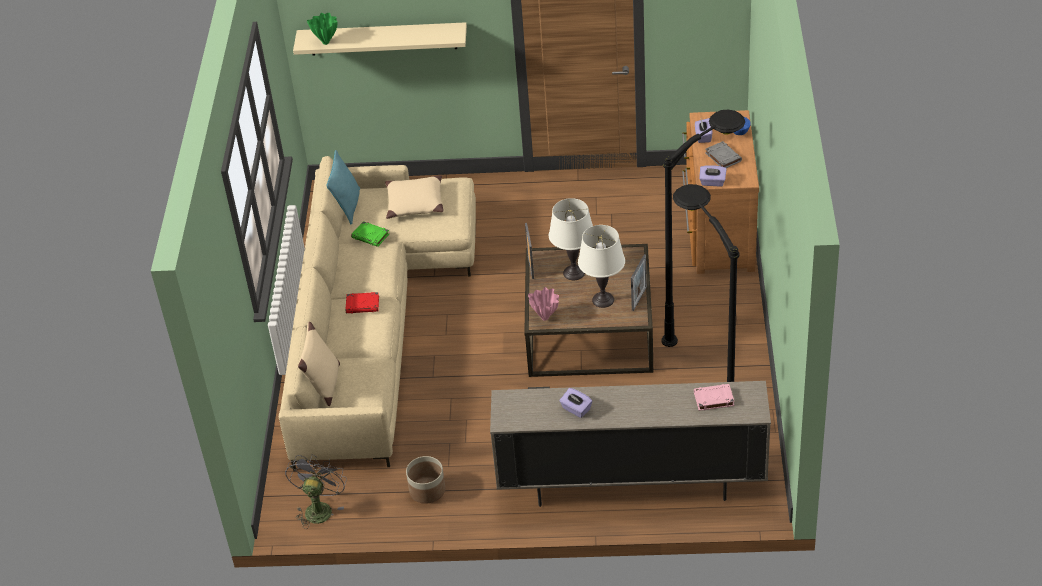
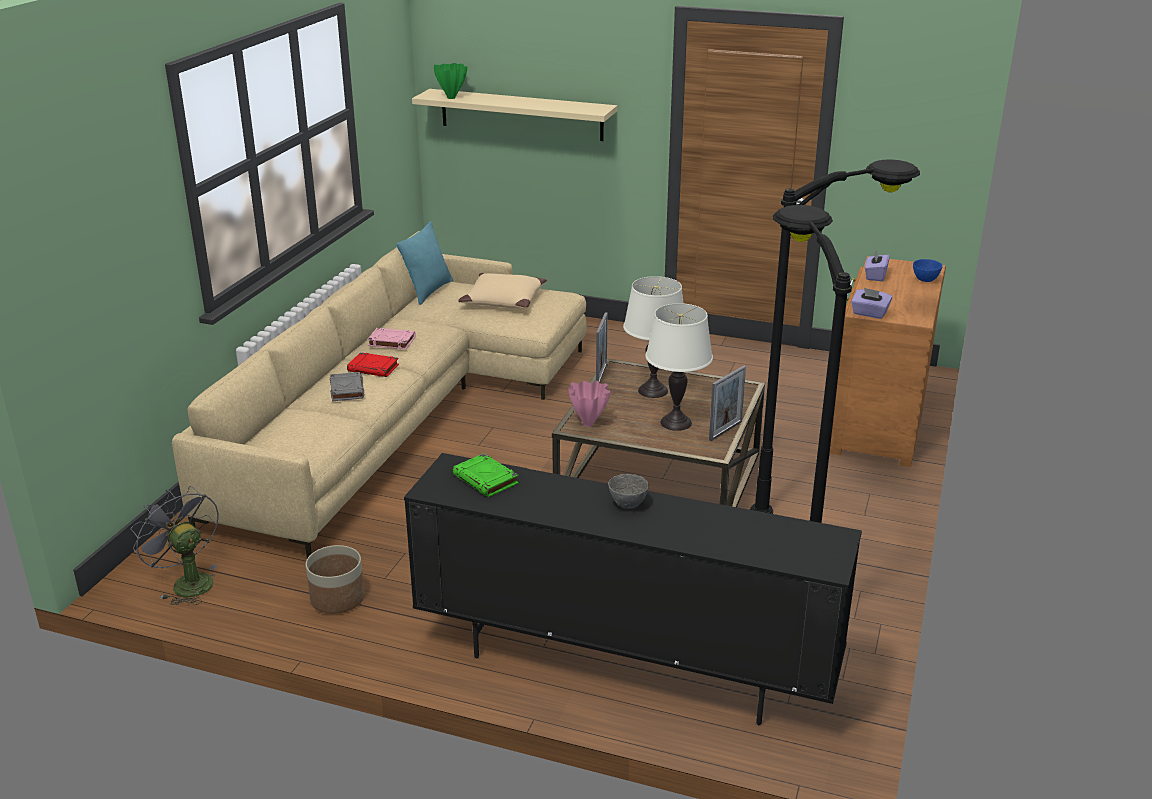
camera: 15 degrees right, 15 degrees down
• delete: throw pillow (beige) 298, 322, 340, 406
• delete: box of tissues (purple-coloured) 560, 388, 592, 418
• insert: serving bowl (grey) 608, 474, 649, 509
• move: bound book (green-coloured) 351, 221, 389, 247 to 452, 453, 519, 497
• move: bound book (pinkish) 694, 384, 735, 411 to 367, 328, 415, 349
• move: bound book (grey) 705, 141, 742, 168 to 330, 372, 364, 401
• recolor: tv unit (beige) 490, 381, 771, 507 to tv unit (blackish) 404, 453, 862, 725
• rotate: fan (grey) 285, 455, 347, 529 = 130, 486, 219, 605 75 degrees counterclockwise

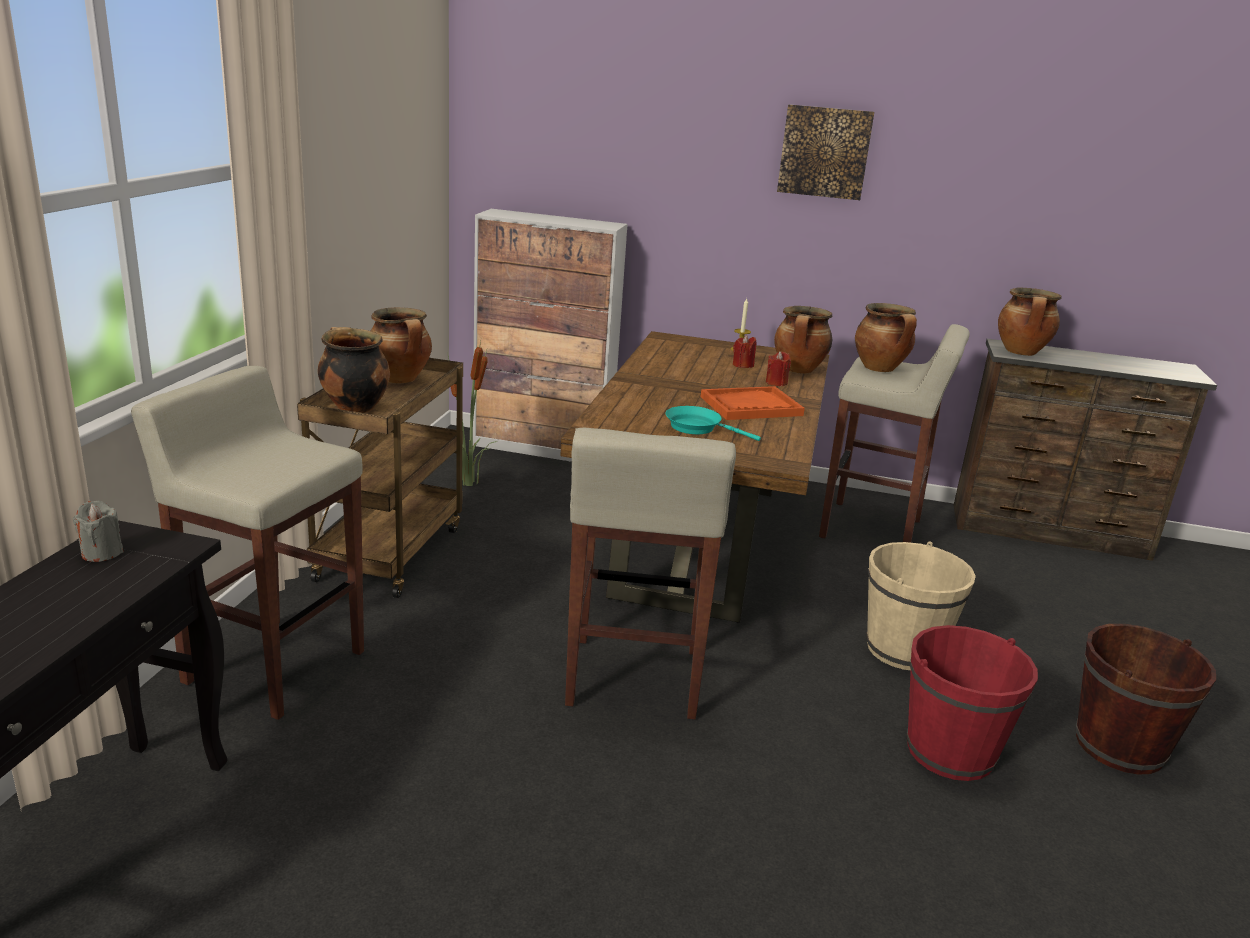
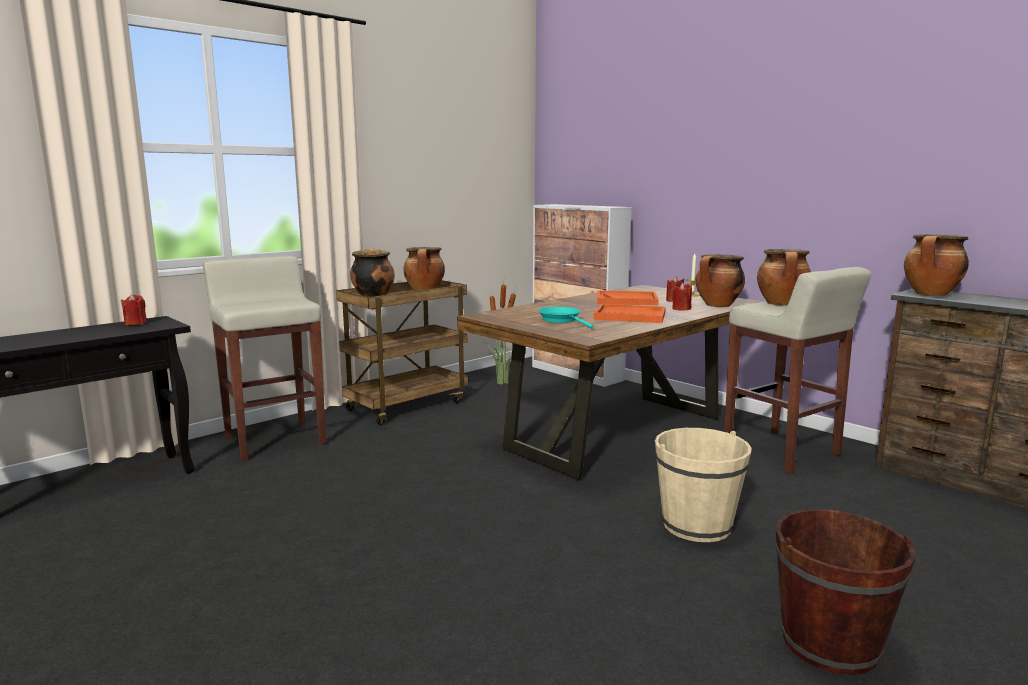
camera: 35 degrees right, 10 degrees down
• delete: stool seat (beige) 565, 428, 736, 719
• delete: picture 777, 104, 874, 200
• delete: water bucket (red-coloured) 907, 625, 1038, 781
• insert: carrying tray (orange) 597, 291, 658, 305
• recolor: wax light (grey) 73, 501, 123, 562 to wax light (red-coloured) 121, 294, 147, 325

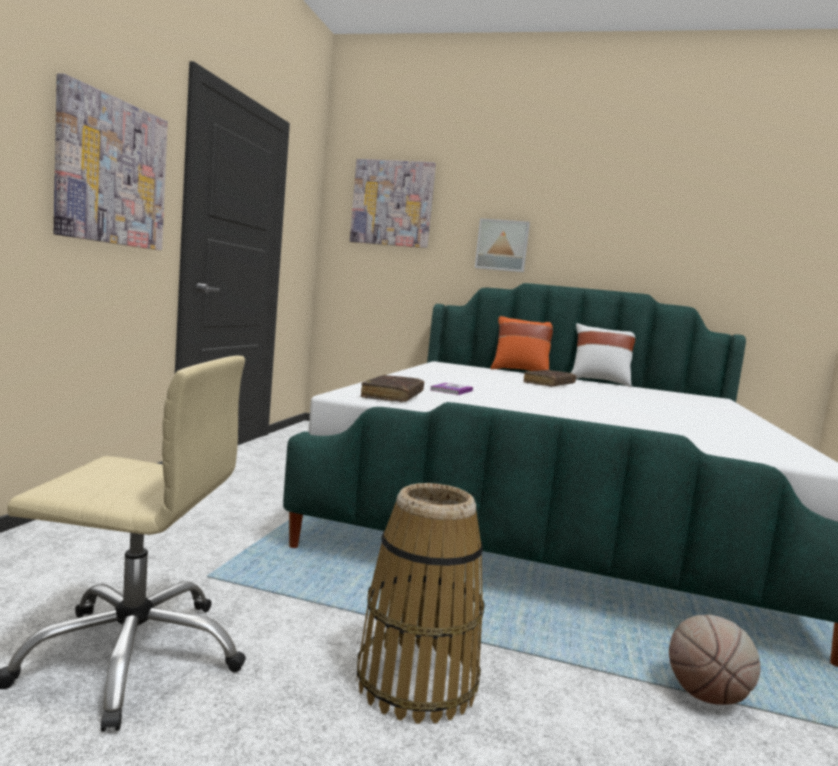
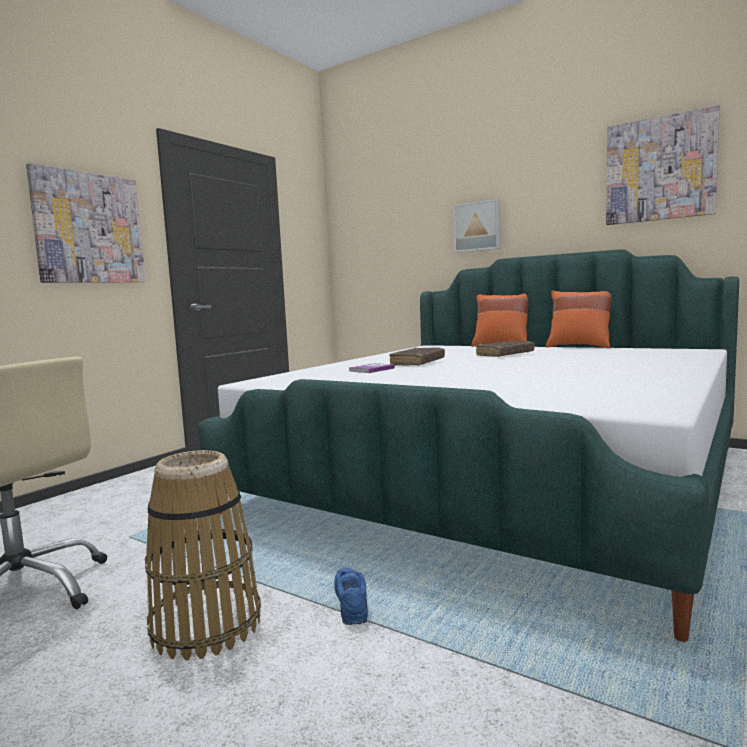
camera: 20 degrees right, 0 degrees up
• delete: basketball ball 669, 615, 760, 705
• insert: item of footwear (blue) 334, 568, 368, 625
• move: picture 350, 159, 436, 248 to 606, 105, 720, 225
• move: bound book (brownish) 361, 375, 424, 402 to 389, 347, 445, 366
• recolor: throw pillow (white) 571, 323, 635, 387 to throw pillow (orange) 546, 290, 612, 348

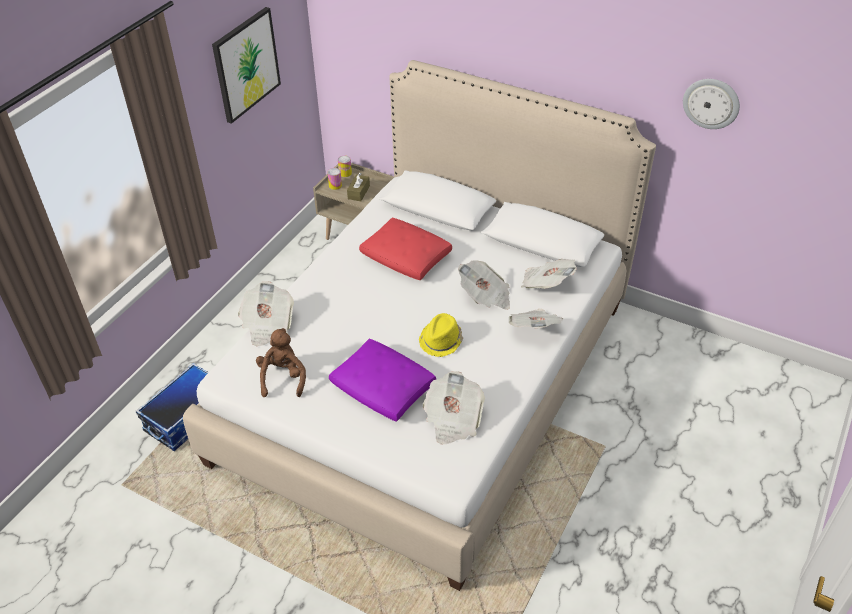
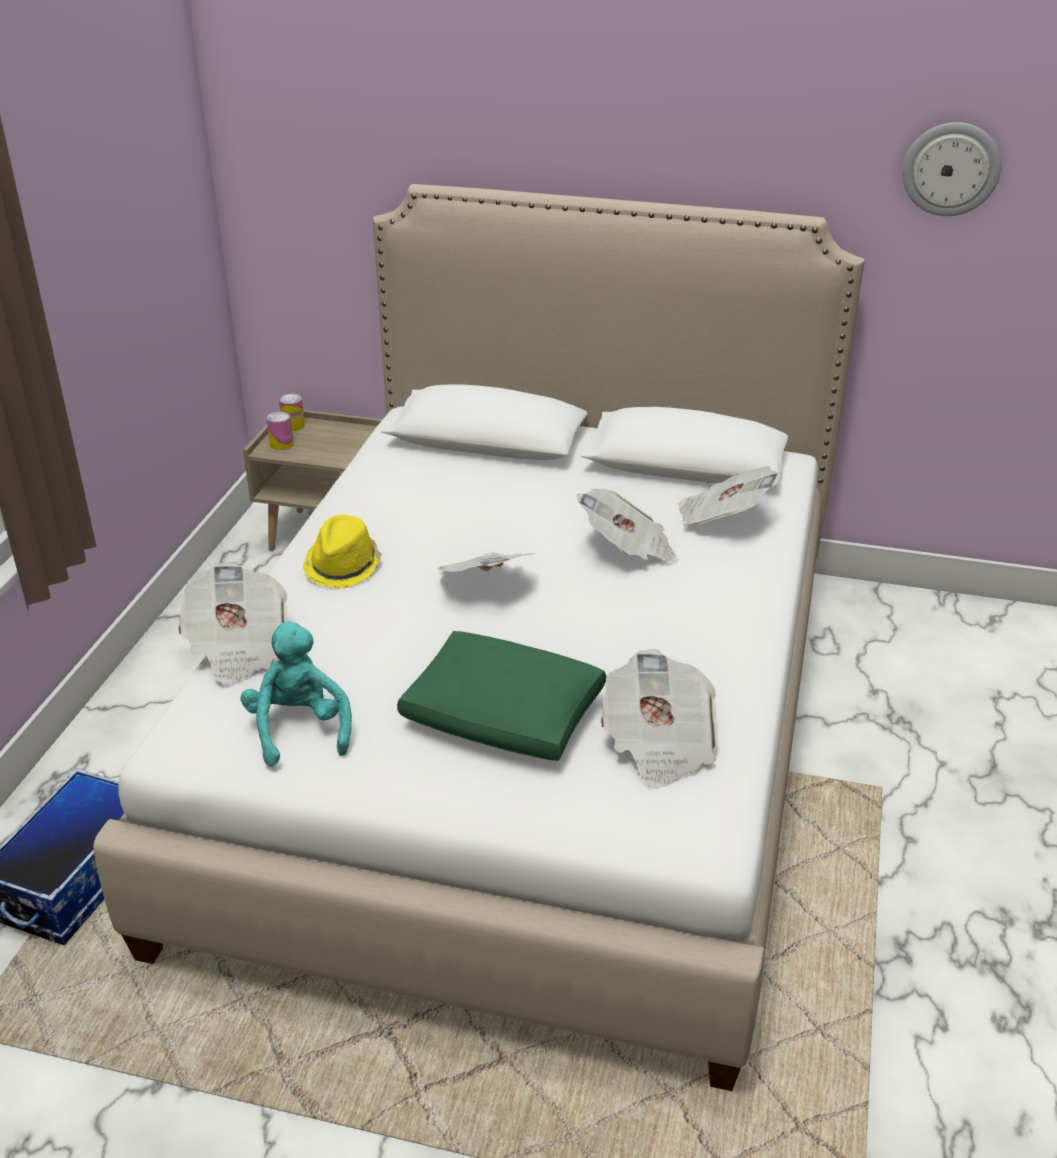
camera: 15 degrees left, 10 degrees down
• delete: picture 212, 7, 281, 124
• delete: box of tissues (brownish) 347, 173, 370, 201
• delete: throw pillow (red-coloured) 359, 218, 452, 280
• move: clothing hat (yellowish) 419, 313, 463, 357 to 303, 514, 382, 589
• move: daily paper 508, 309, 563, 329 to 438, 552, 535, 572
• recolor: plush toy (brownish) 256, 328, 306, 397 to plush toy (turquoise-coloured) 240, 622, 352, 767
• recolor: throw pillow (purple-coloured) 329, 339, 436, 422 to throw pillow (green-coloured) 397, 631, 606, 761

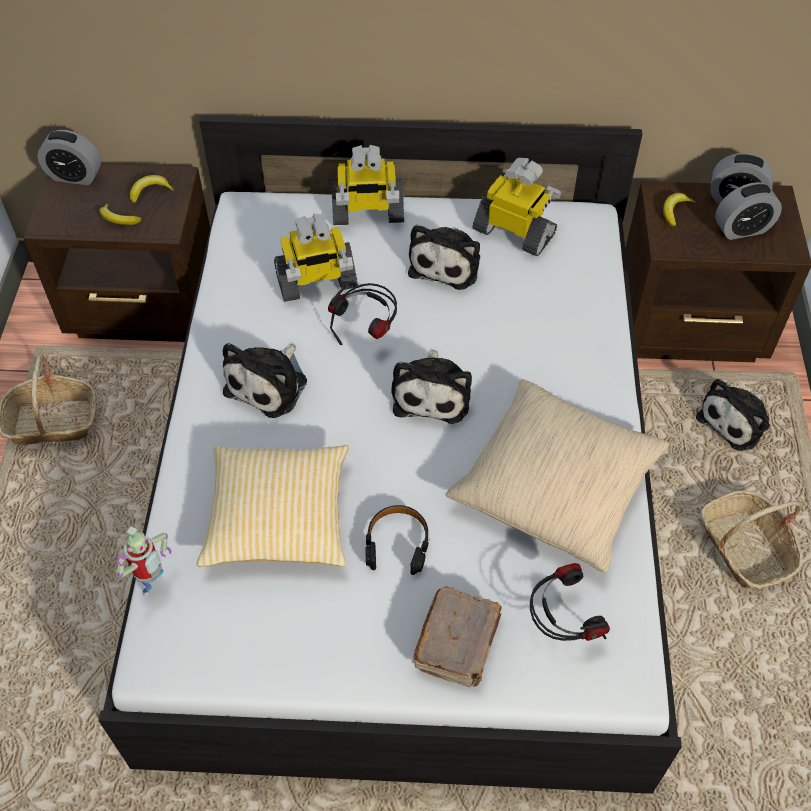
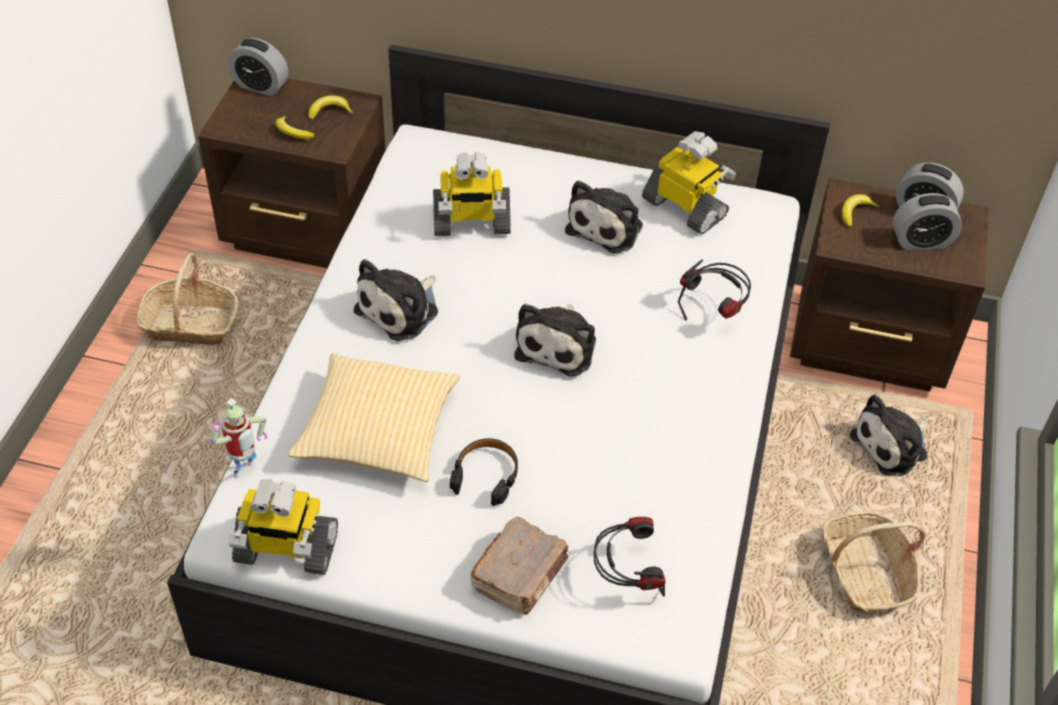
camera: 10 degrees right, 5 degrees down
• delete: throw pillow (beige) 446, 379, 670, 573
• move: headset 328, 283, 397, 345 to 678, 260, 751, 320
• move: robot figure 331, 145, 404, 225 to 228, 479, 338, 575

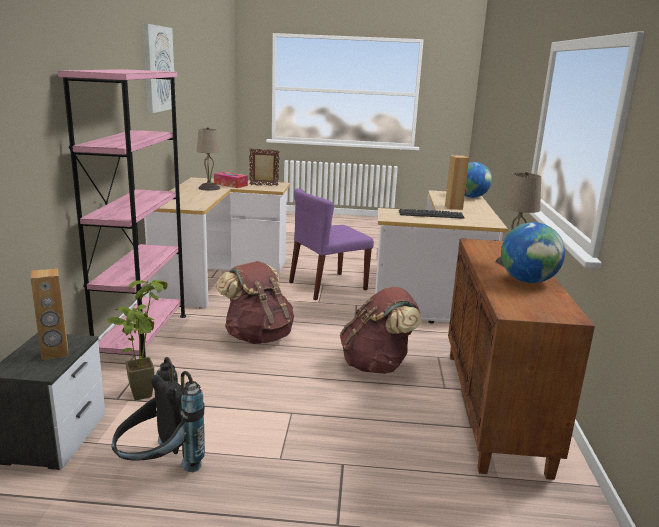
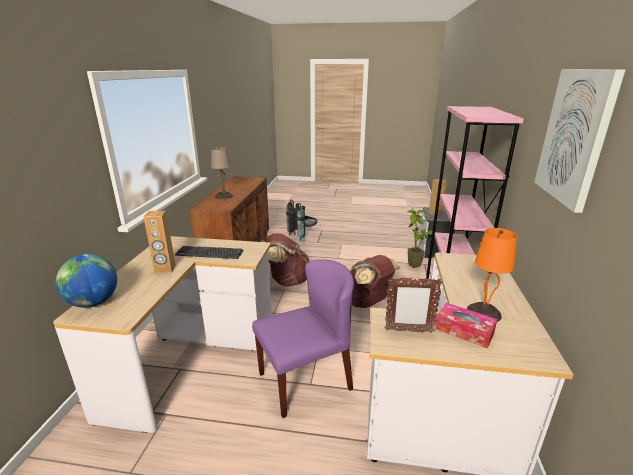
camera: 175 degrees left, 5 degrees up
• delete: desk globe 501, 222, 565, 283
• move: knapsack (blackish) 112, 357, 205, 472 to 286, 199, 318, 241
• recolor: table lamp (beige) 197, 127, 220, 191 to table lamp (orange) 467, 228, 517, 322

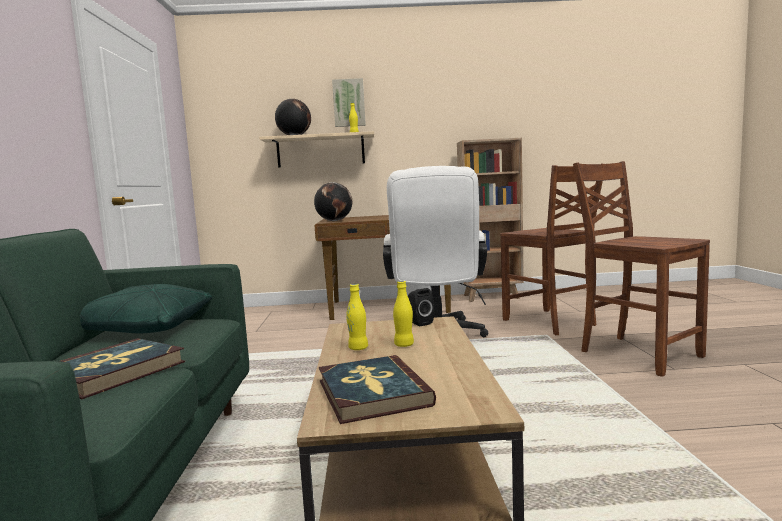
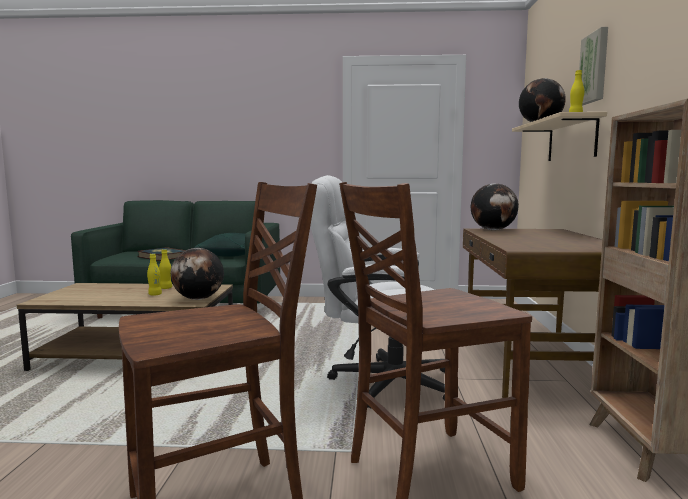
camera: 95 degrees right, 0 degrees up
• delete: bound book 319, 355, 436, 424
• replace: audio speaker (blackish) 408, 288, 434, 326 to desk globe 171, 248, 224, 300

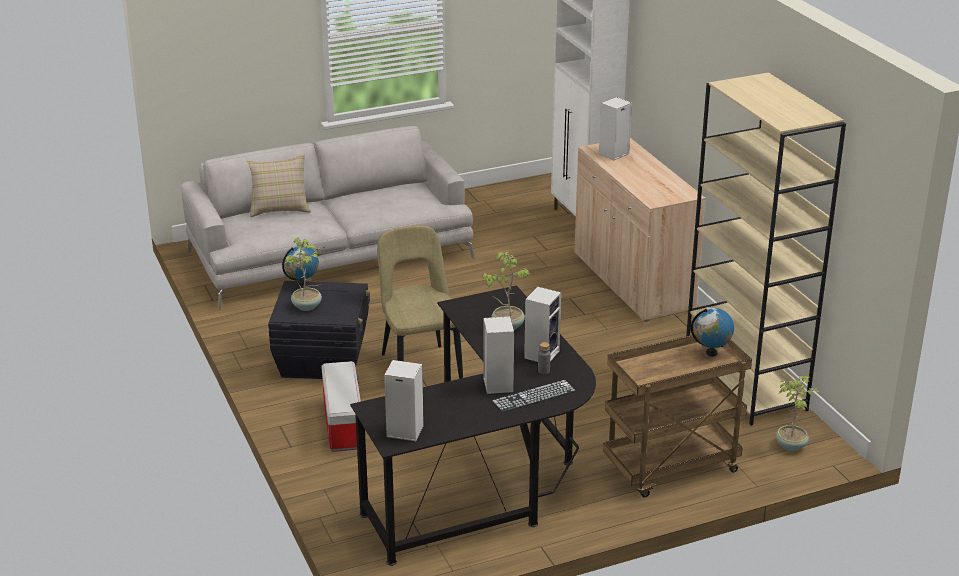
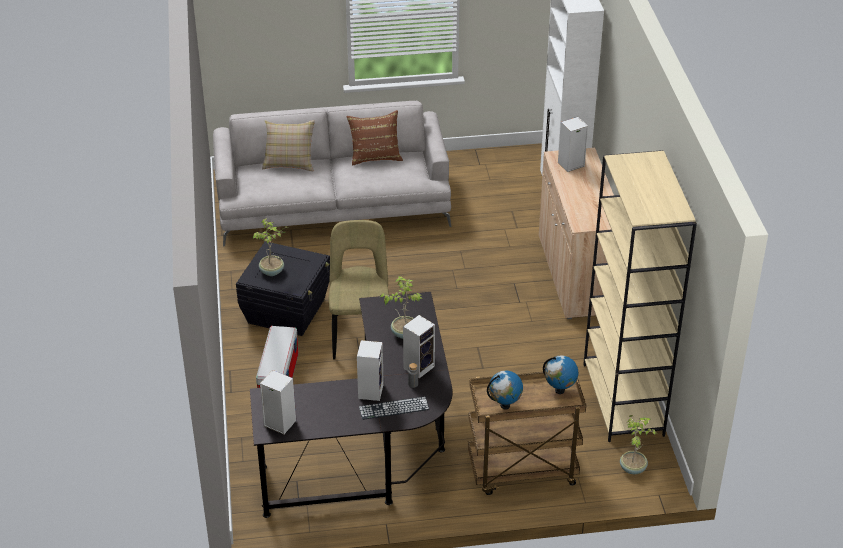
camera: 15 degrees right, 10 degrees up
• insert: throw pillow (brownish) 346, 110, 403, 166
• move: desk globe 282, 245, 319, 288 to 487, 370, 523, 410

